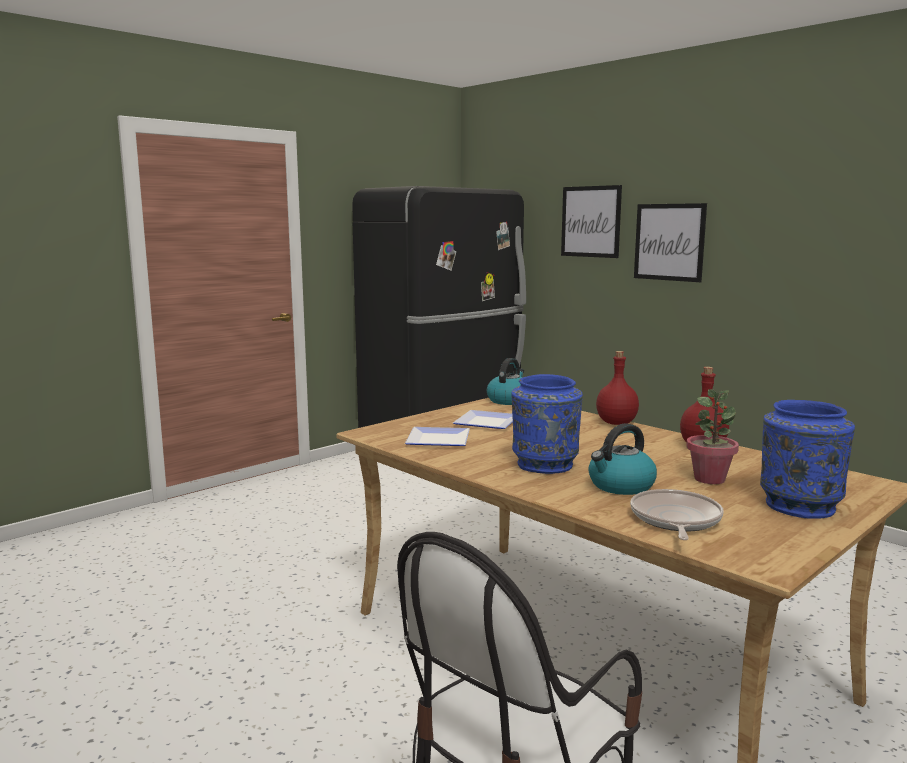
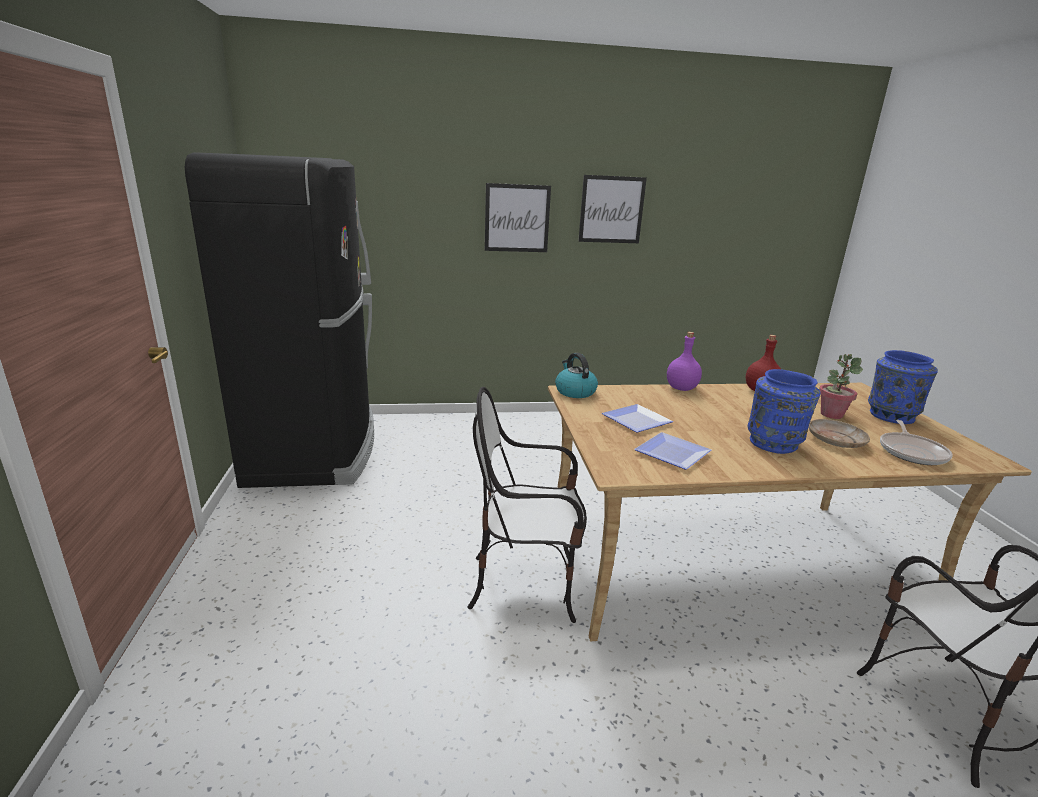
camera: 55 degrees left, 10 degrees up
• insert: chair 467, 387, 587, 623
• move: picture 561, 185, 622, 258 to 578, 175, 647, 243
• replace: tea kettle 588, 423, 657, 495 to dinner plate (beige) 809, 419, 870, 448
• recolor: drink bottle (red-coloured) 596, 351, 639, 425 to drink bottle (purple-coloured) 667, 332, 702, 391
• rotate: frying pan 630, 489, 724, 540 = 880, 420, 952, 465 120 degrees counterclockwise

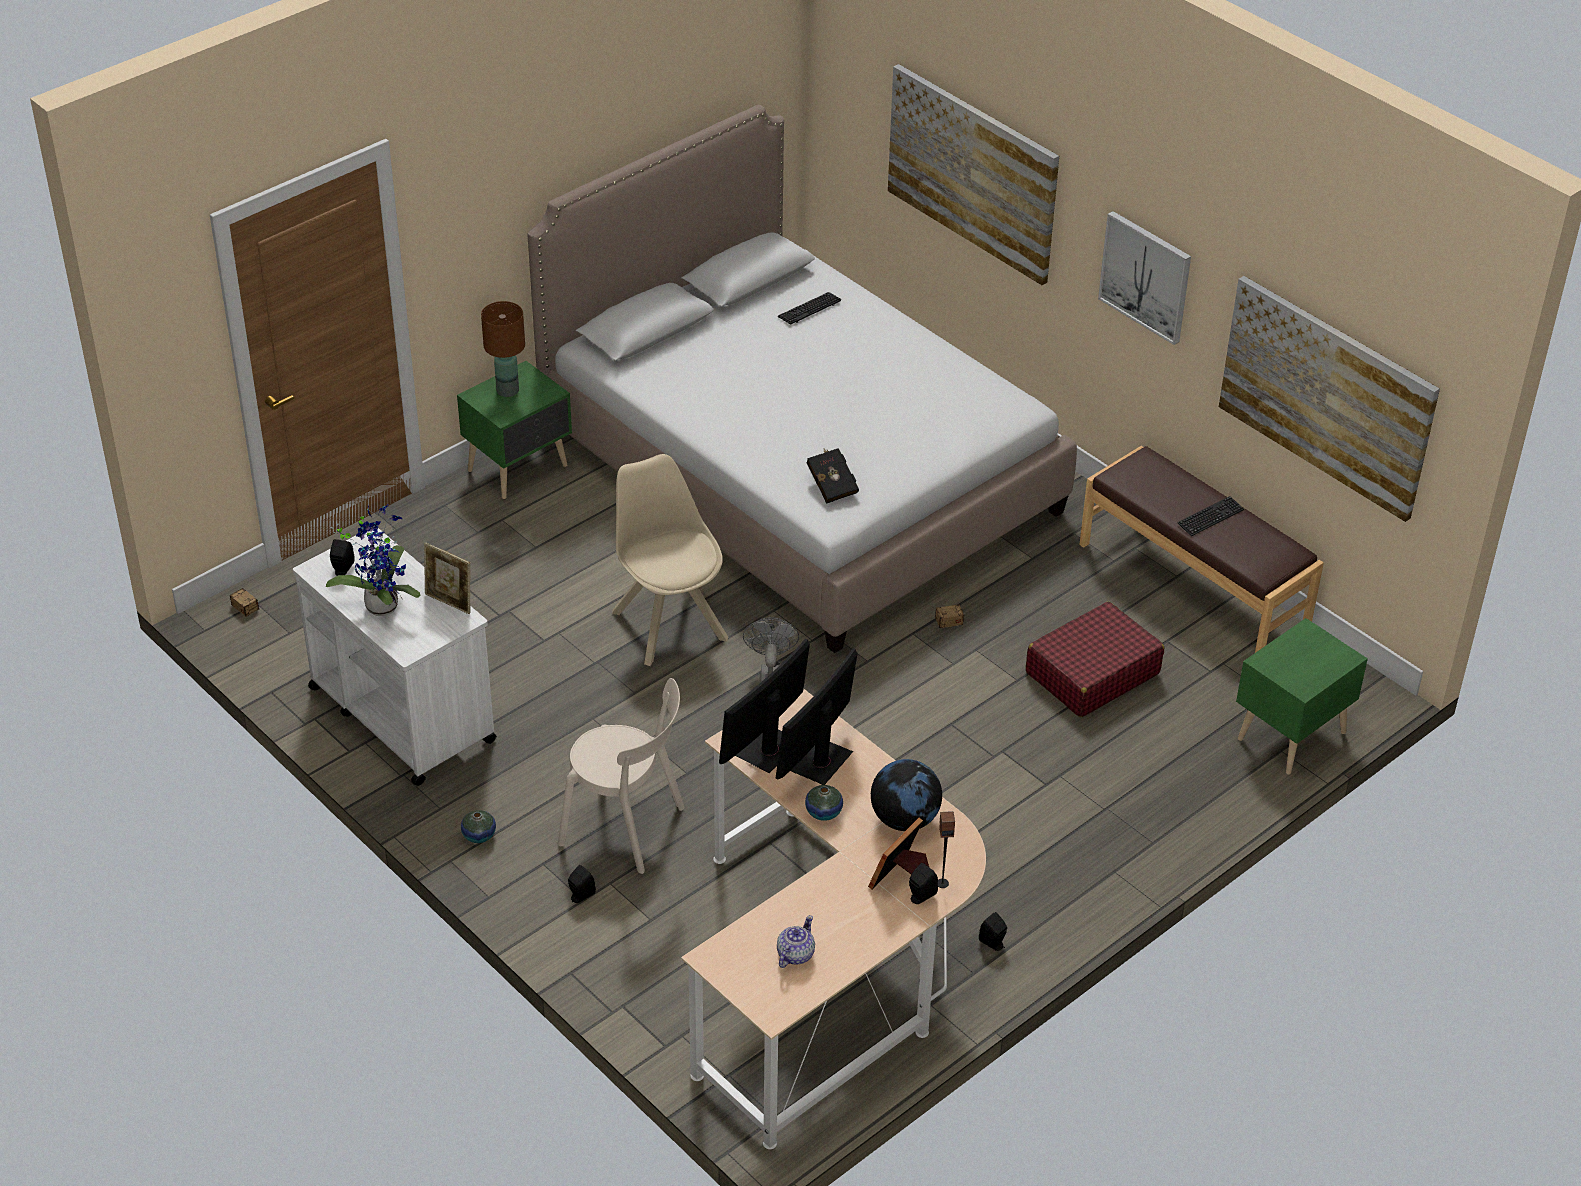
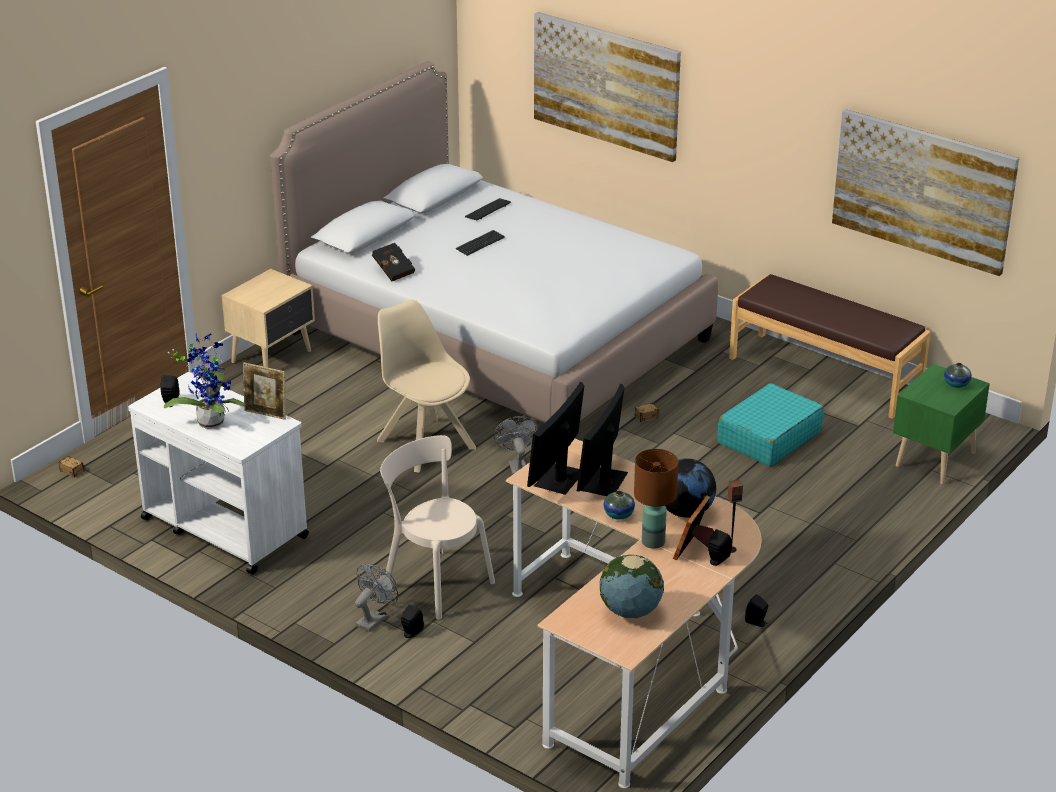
camera: 10 degrees left, 10 degrees down
• delete: picture 1098, 211, 1191, 345
• insert: fan (grey) 355, 564, 398, 632
• move: decorative vase 461, 810, 496, 843 to 944, 363, 972, 388
• move: table lamp (brownish) 481, 301, 525, 397 to 634, 449, 679, 549
• move: bound book (blackish) 806, 448, 859, 504 to 372, 243, 415, 281
• move: computer keyboard 1177, 496, 1244, 536 to 456, 230, 505, 256
• replace: tea pot 777, 915, 815, 968 to desk globe 600, 555, 664, 618
• recolor: bedside table (green-coloured) 457, 361, 572, 499 to bedside table (beige) 222, 269, 315, 367
• recolor: travel case (red-coloured) 1026, 602, 1164, 717 to travel case (turquoise-coloured) 717, 383, 824, 466
• rotate: chair (beige) 558, 678, 685, 874 = 380, 435, 495, 620 150 degrees counterclockwise

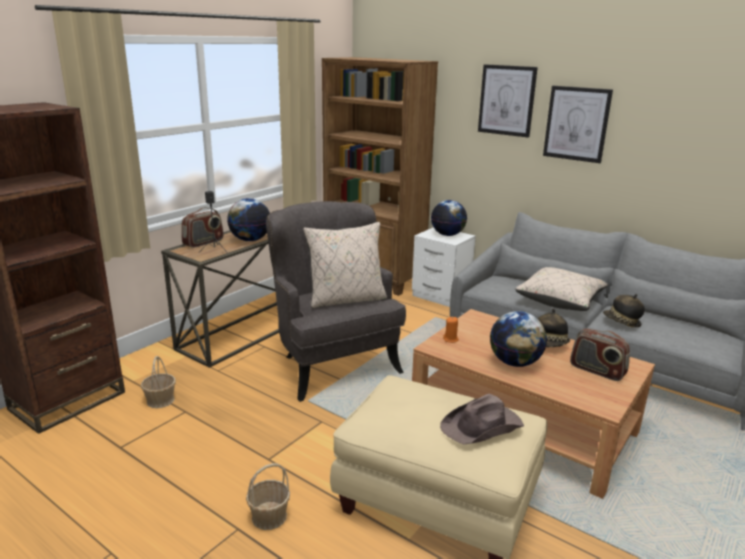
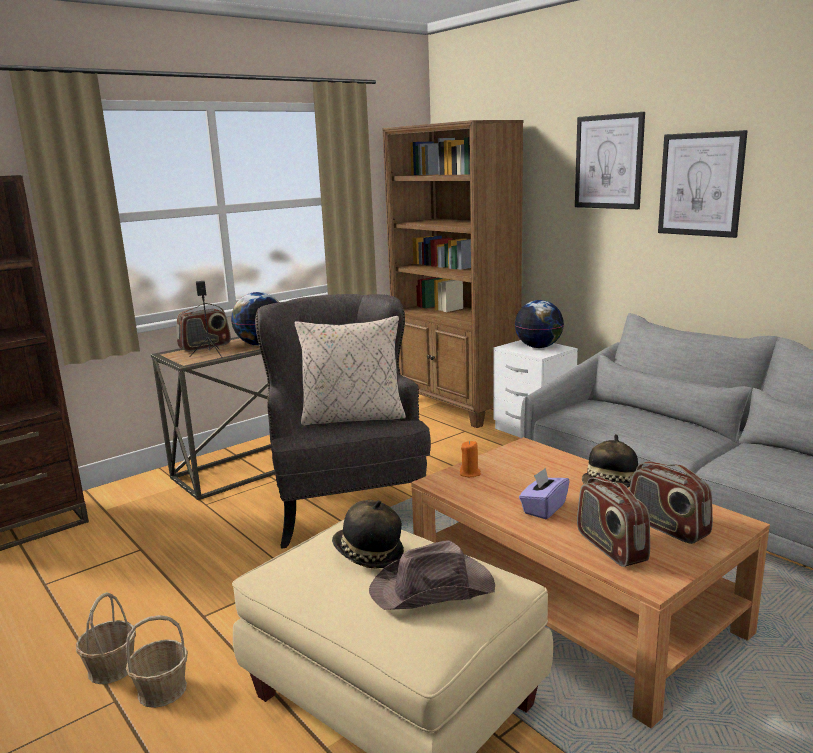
camera: 15 degrees right, 5 degrees down
• delete: throw pillow (beige) 515, 267, 609, 311
• insert: radio set 577, 477, 650, 567
• move: storage basket 141, 356, 176, 408 to 76, 592, 136, 684
• move: clothing hat 603, 294, 645, 327 to 332, 500, 404, 568
• replace: desk globe 490, 311, 547, 367 to box of tissues (purple-coloured) 519, 467, 570, 519

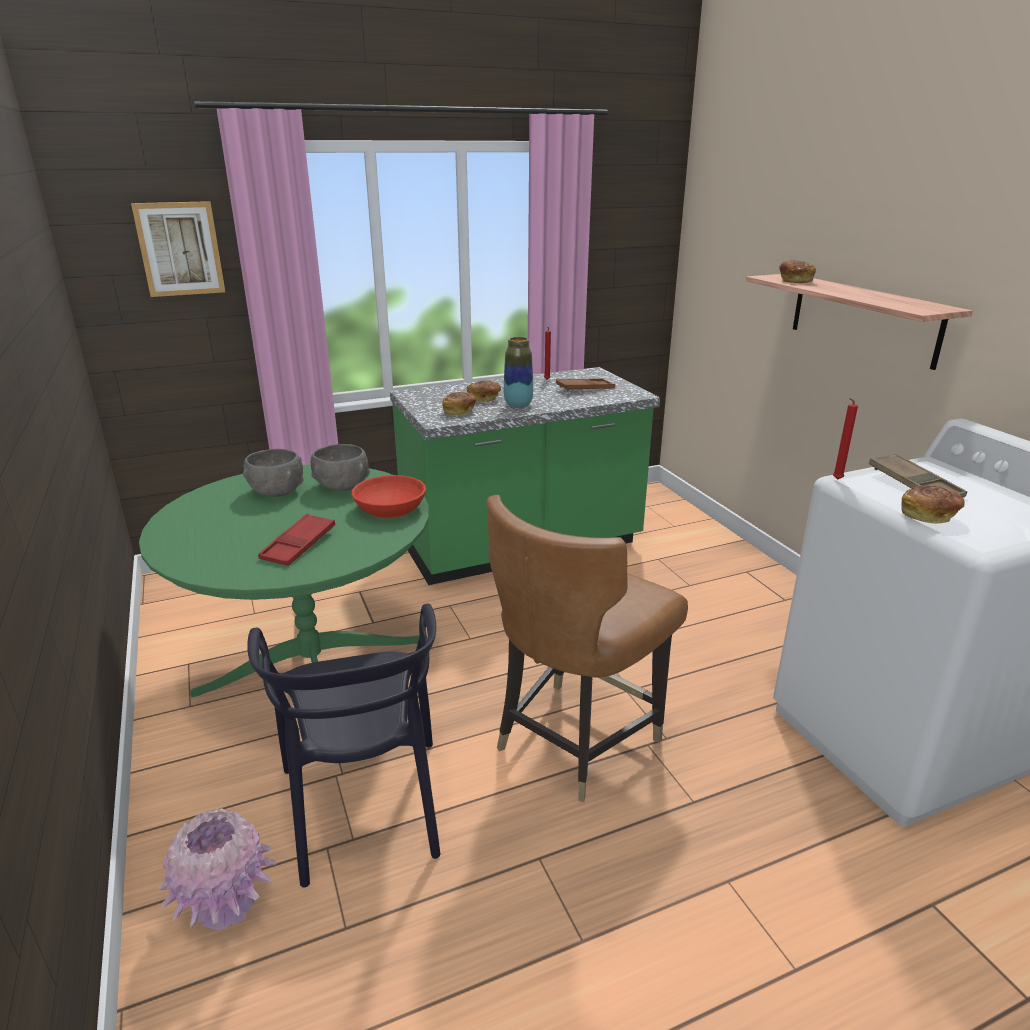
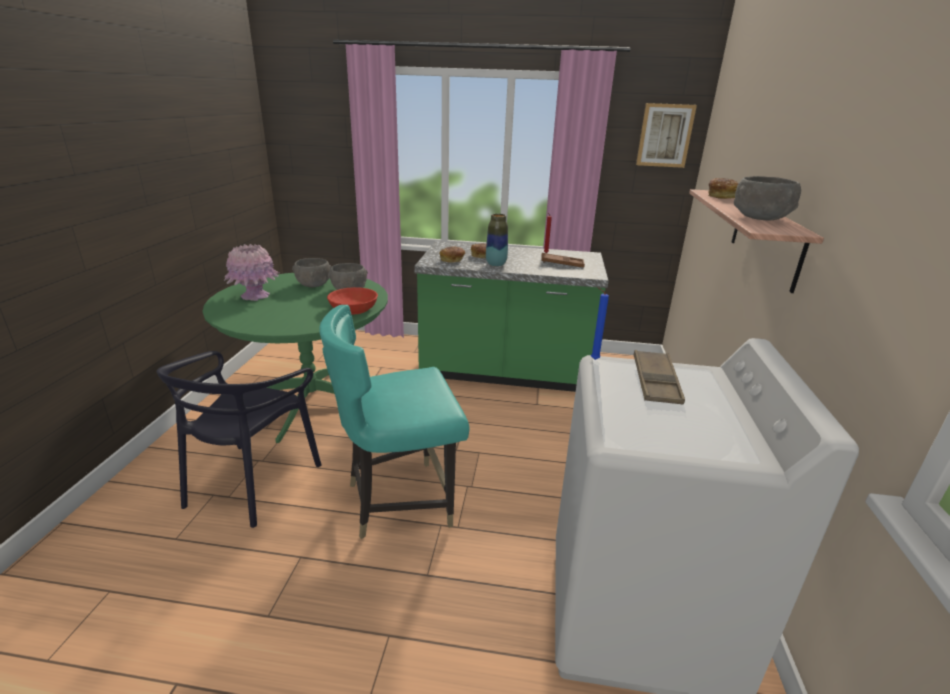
camera: 30 degrees right, 0 degrees up
• delete: carrying tray (red-coloured) 258, 514, 335, 566
• delete: baked bread 901, 485, 964, 524
• insert: serving bowl (grey) 734, 176, 801, 220
• move: picture 131, 201, 225, 297 to 636, 103, 697, 168
• move: decorative vase (pinkish) 158, 808, 277, 930 to 224, 244, 279, 301
• recolor: chair (brownish) 487, 495, 688, 802 to chair (turquoise-coloured) 319, 305, 469, 539
• recolor: wax light (red-coloured) 833, 398, 858, 480 to wax light (blue) 591, 287, 609, 360

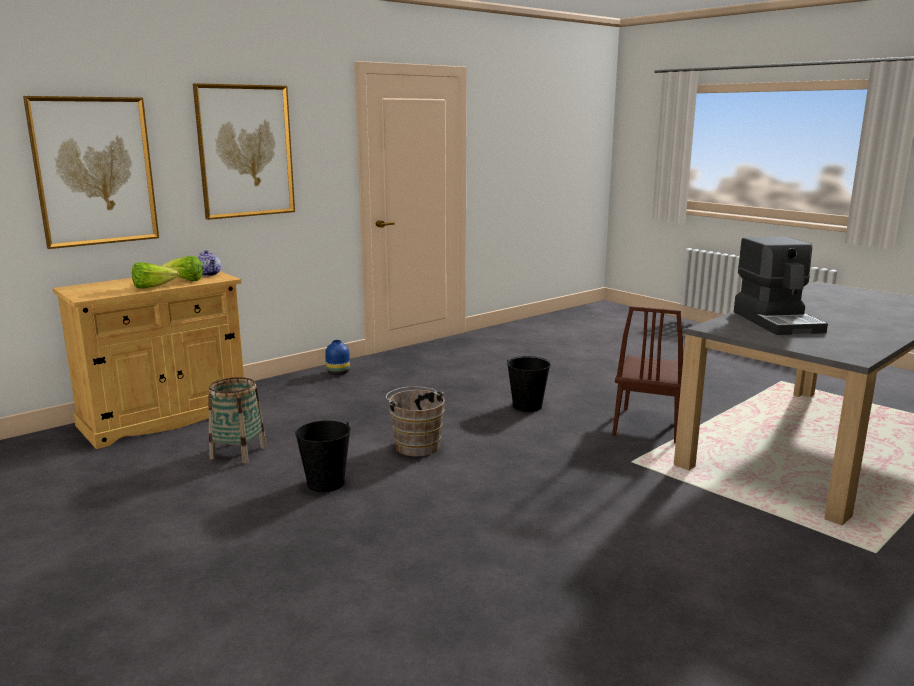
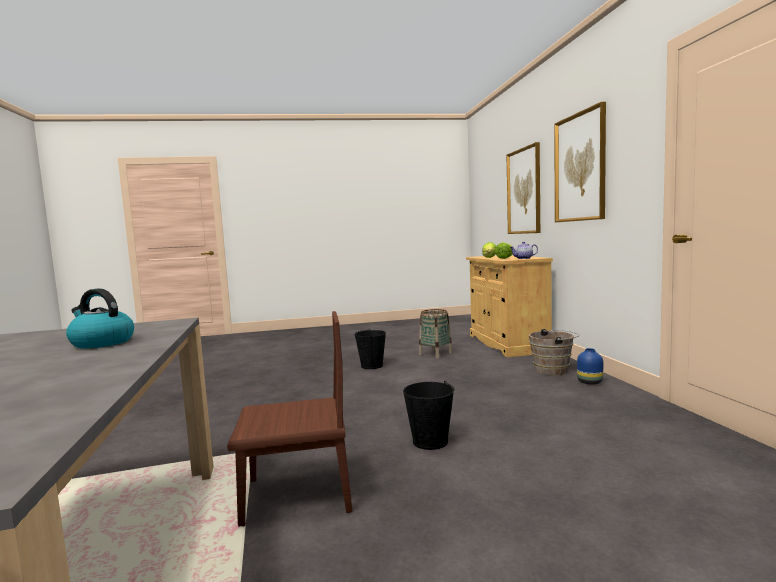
camera: 120 degrees right, 10 degrees down
• move: water bucket (brownish) 386, 386, 445, 457 to 529, 329, 579, 375
• replace: coffee machine 734, 237, 828, 335 to tea kettle 66, 288, 134, 348
• rotate: chair (brownish) 612, 306, 683, 443 = 227, 311, 352, 527 120 degrees clockwise

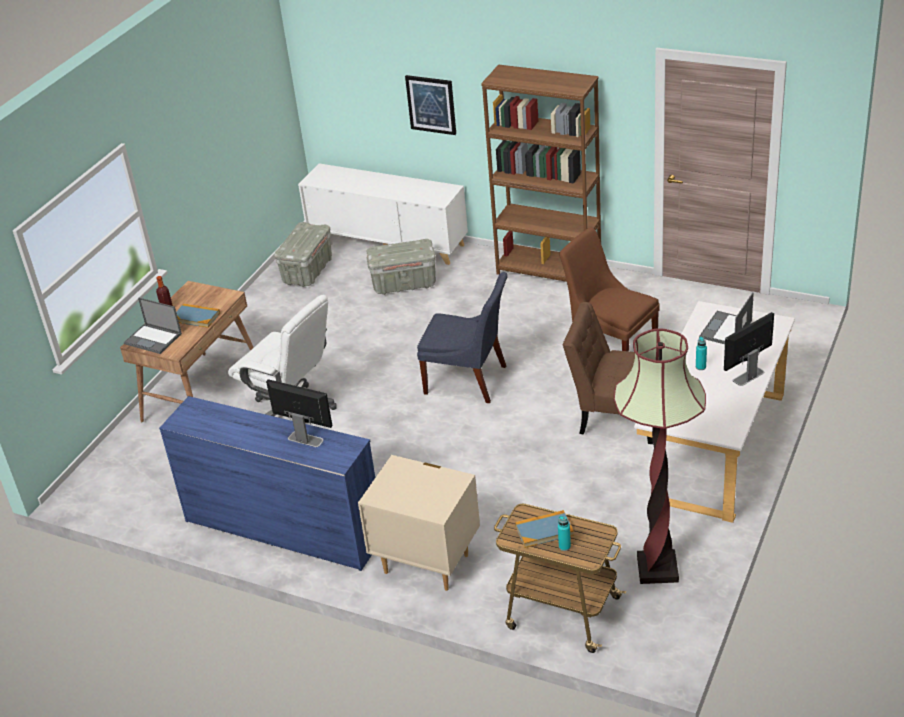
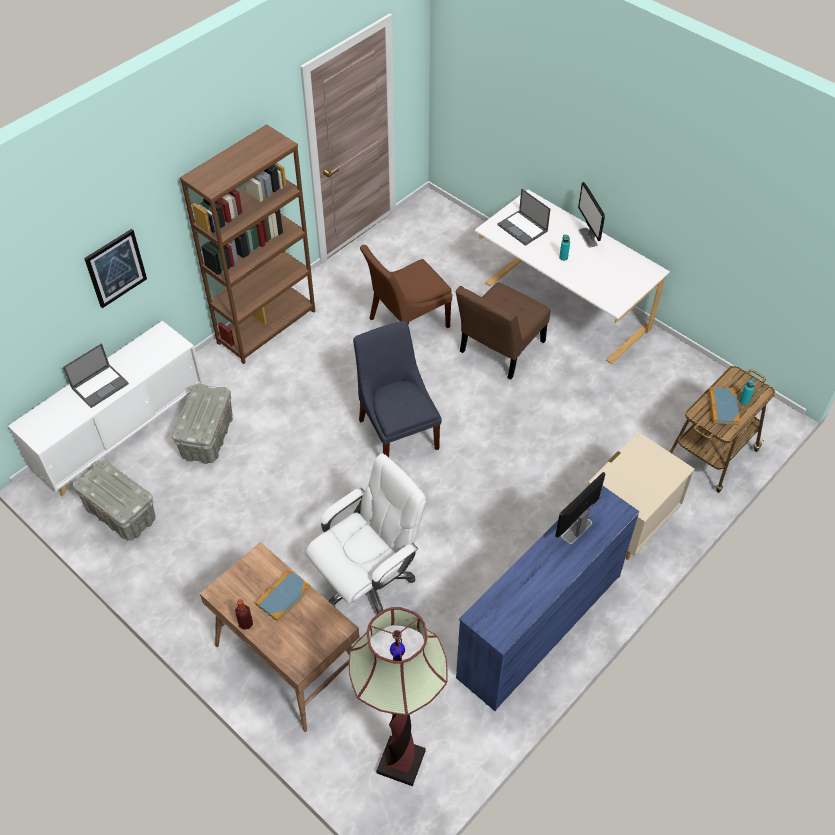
camera: 75 degrees left, 15 degrees up
• move: notebook computer 124, 297, 182, 354 to 63, 343, 129, 408
• move: standing lamp 614, 328, 706, 584 to 349, 607, 447, 786
• rotate: chair (blue) 417, 272, 508, 403 = 353, 321, 442, 457 60 degrees counterclockwise

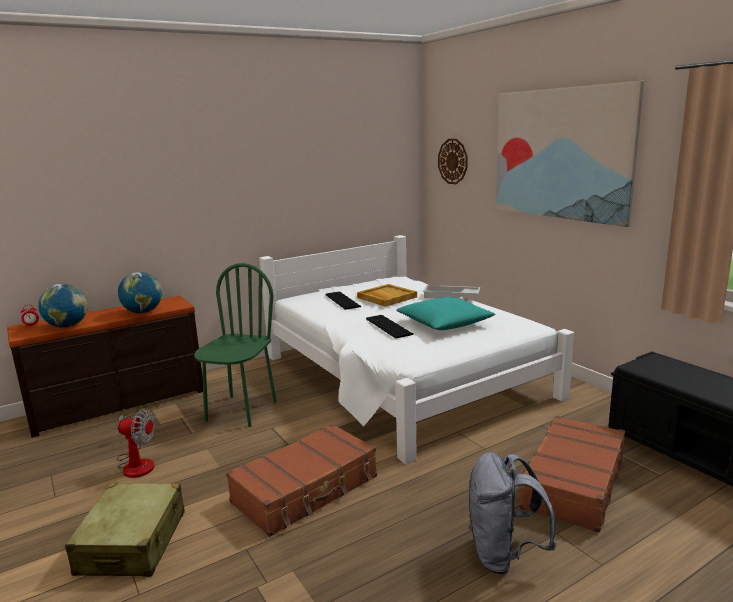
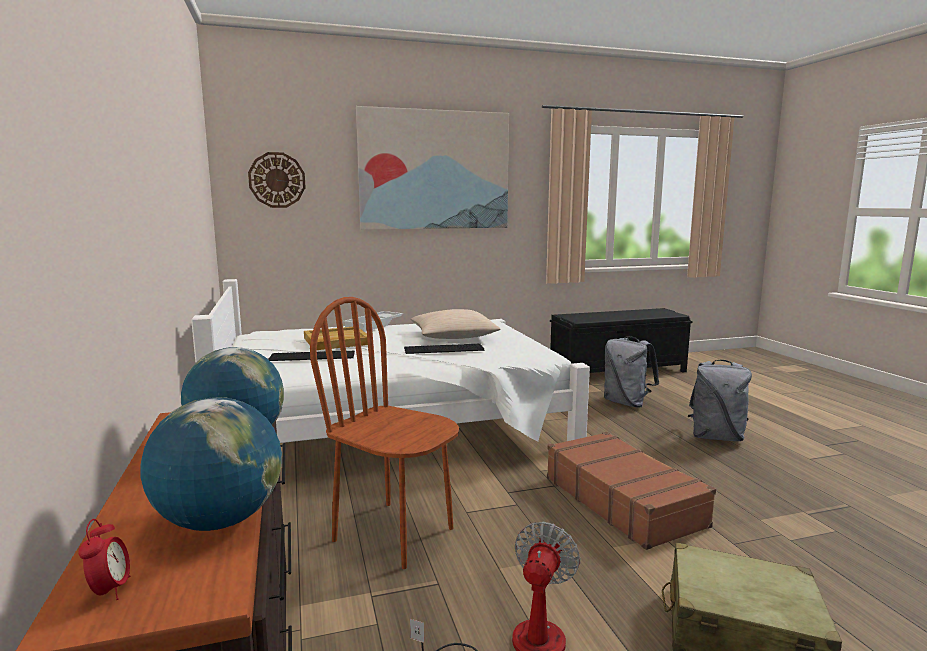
camera: 75 degrees left, 5 degrees down
• replace: travel case (brownish) 517, 416, 625, 533 to knapsack (grey) 604, 336, 659, 408
• recolor: chair (green-coloured) 194, 263, 276, 427 to chair (brownish) 310, 297, 459, 569
• recolor: throw pillow (turquoise-coloured) 396, 297, 495, 330 to throw pillow (beige) 411, 309, 501, 339

